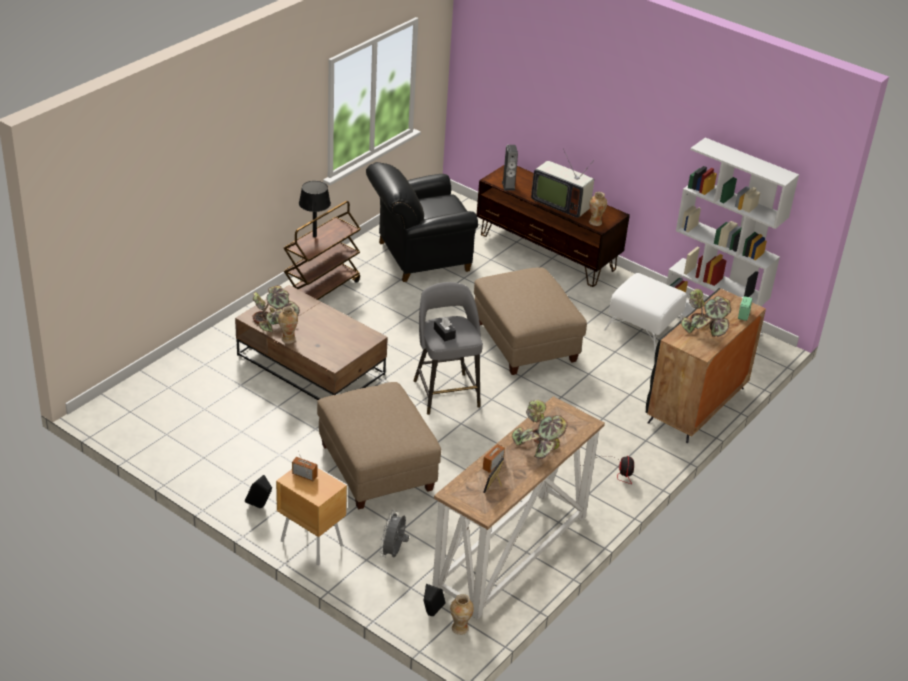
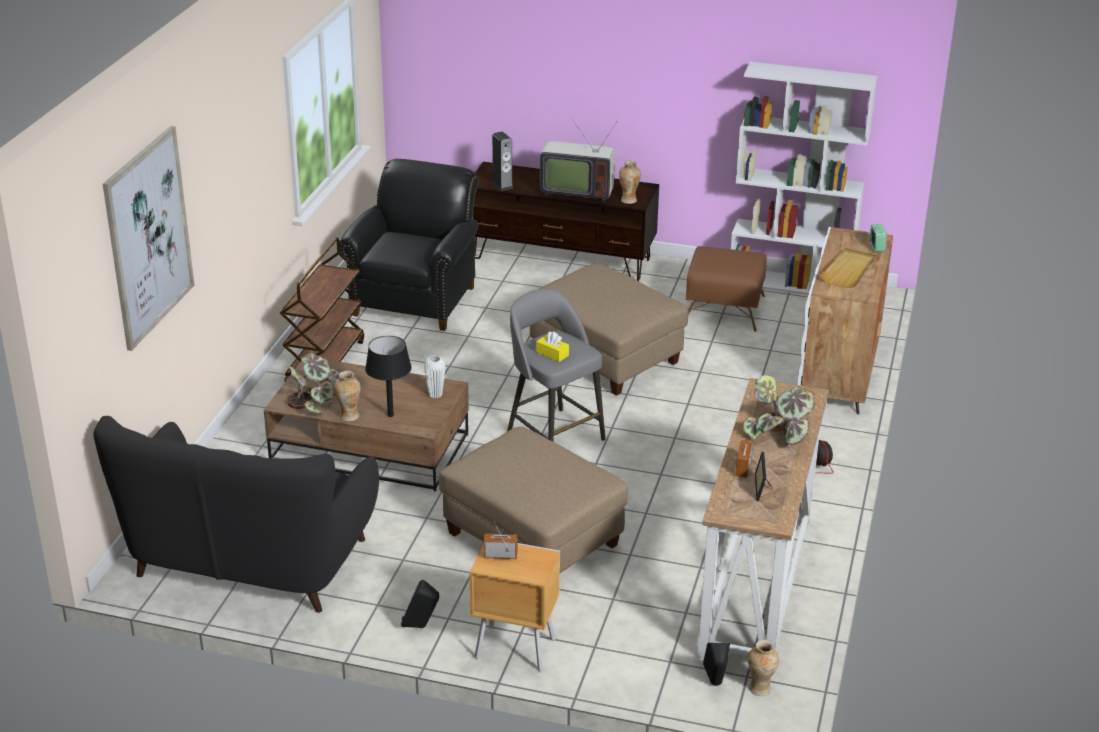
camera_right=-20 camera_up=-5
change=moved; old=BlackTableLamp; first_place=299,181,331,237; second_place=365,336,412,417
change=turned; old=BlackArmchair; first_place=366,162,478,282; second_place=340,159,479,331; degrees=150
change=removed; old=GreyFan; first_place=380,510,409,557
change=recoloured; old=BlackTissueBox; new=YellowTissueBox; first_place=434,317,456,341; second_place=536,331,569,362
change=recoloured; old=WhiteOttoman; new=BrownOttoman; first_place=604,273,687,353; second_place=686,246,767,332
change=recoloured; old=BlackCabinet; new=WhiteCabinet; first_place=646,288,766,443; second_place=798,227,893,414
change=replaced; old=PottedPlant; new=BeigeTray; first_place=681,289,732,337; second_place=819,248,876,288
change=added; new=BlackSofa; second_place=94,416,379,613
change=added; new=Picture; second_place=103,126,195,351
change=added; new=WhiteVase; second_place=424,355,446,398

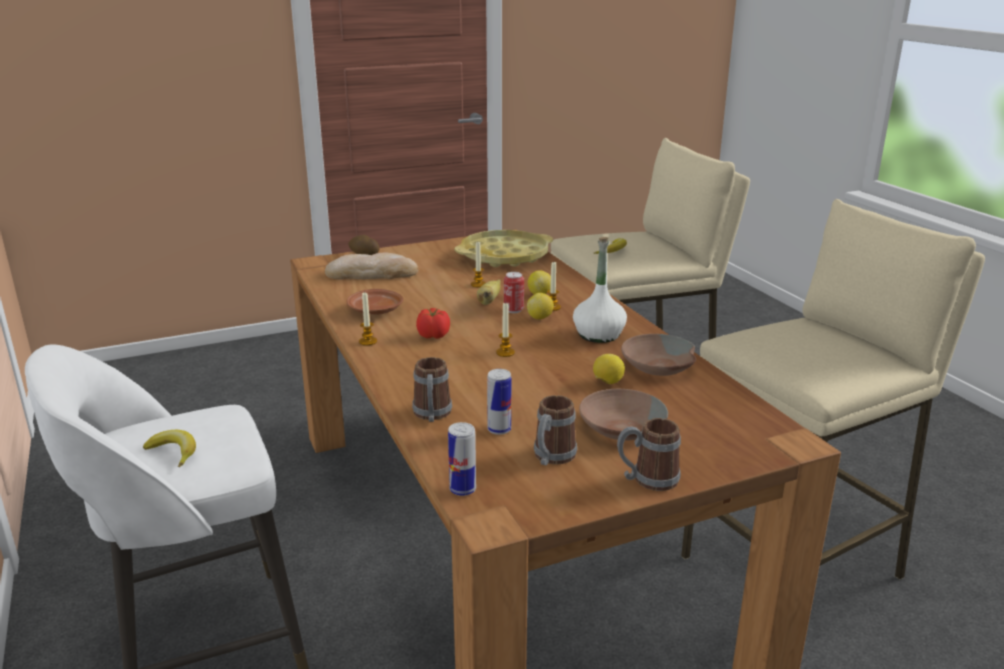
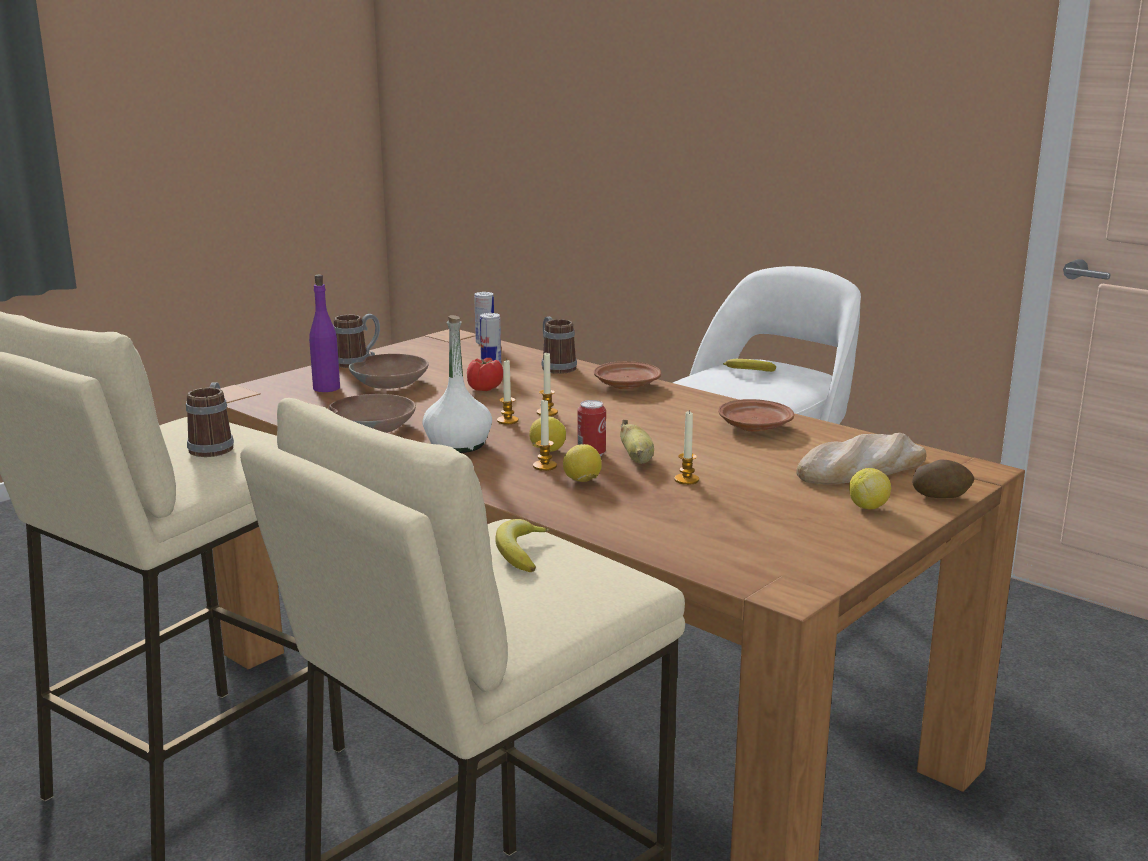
camera_right=155 camera_up=-5
change=moved; old=Candle; first_place=359,292,377,346; second_place=497,359,519,424
change=moved; old=Tomato; first_place=416,308,450,339; second_place=467,358,503,391
change=removed; old=YellowTray; first_place=454,230,553,267
change=moved; old=Mug; first_place=534,395,577,466; second_place=186,383,234,457
change=moved; old=Lemon; first_place=593,354,625,384; second_place=849,468,891,509
change=added; new=PurpleBottle; second_place=309,275,340,392
change=added; new=BrownPlate; second_place=594,361,661,389

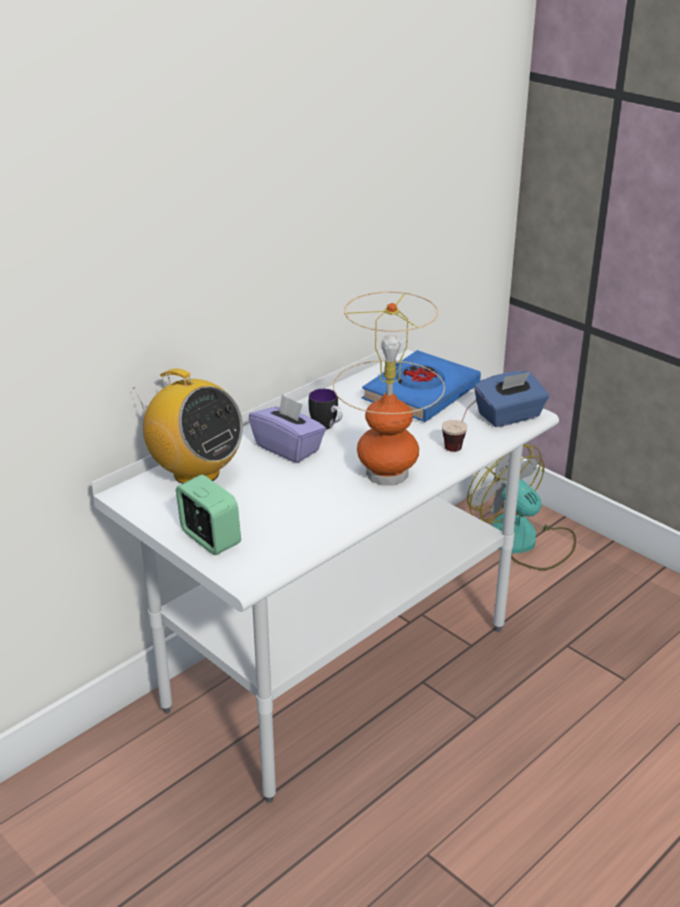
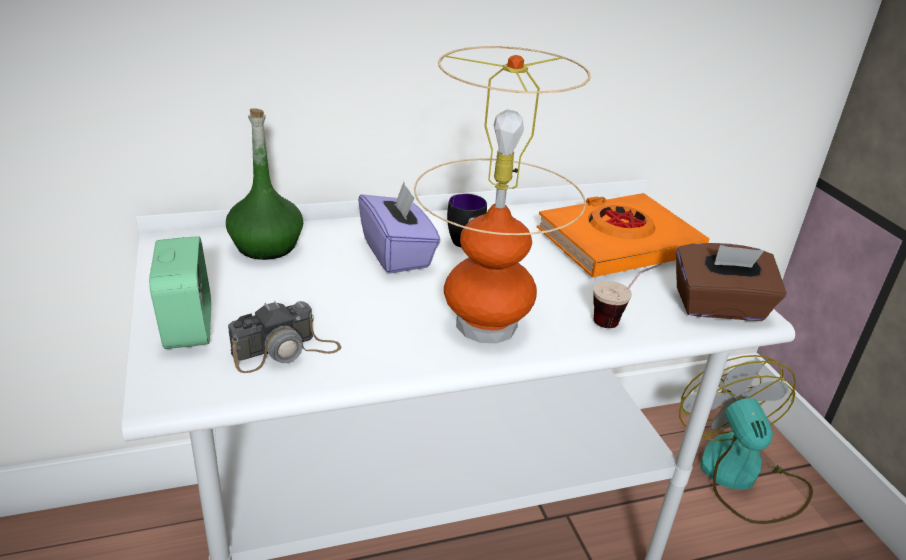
camera_right=25 camera_up=0
change=replaced; old=Radio; new=GreenBottle; first_place=134,369,243,484; second_place=226,108,303,260
change=recoloured; old=BlueBook; new=OrangeBook; first_place=362,350,481,422; second_place=537,193,709,277
change=recoloured; old=BlueTissueBox; new=BrownTissueBox; first_place=474,371,549,427; second_place=676,243,786,321
change=added; new=PhotoCamera; second_place=228,300,341,373

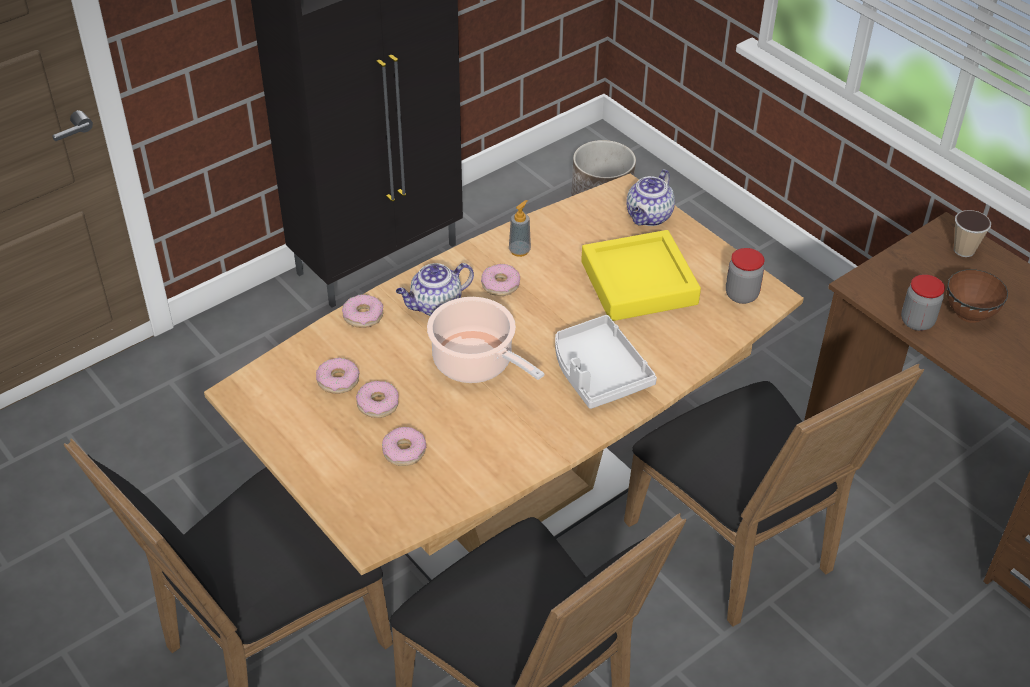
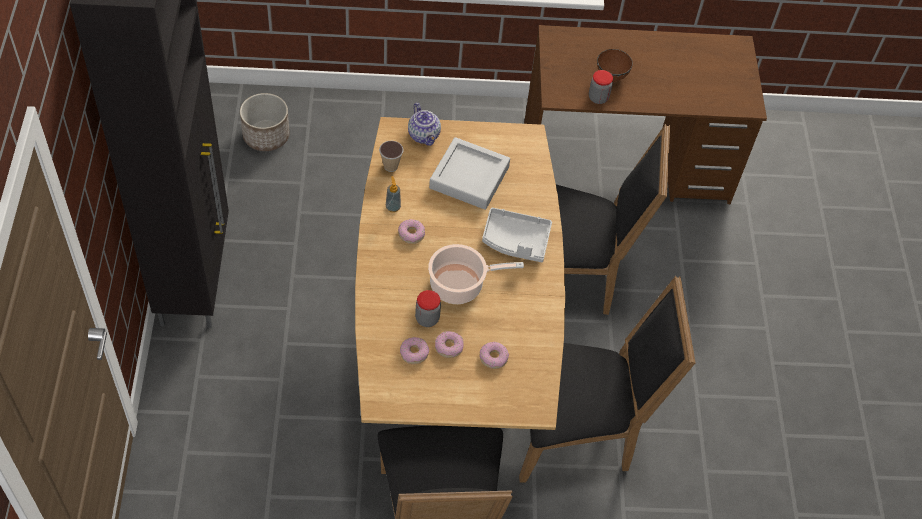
camera_right=-55 camera_up=10
change=removed; old=Donut; first_place=342,294,383,328
change=removed; old=Teapot; first_place=396,263,474,316
change=recoloured; old=YellowTray; new=GreyTray; first_place=581,230,701,321; second_place=429,137,510,210
change=moved; old=Jar; first_place=726,248,764,304; second_place=415,290,441,327
change=moved; old=Cup; first_place=954,210,991,257; second_place=379,140,404,172

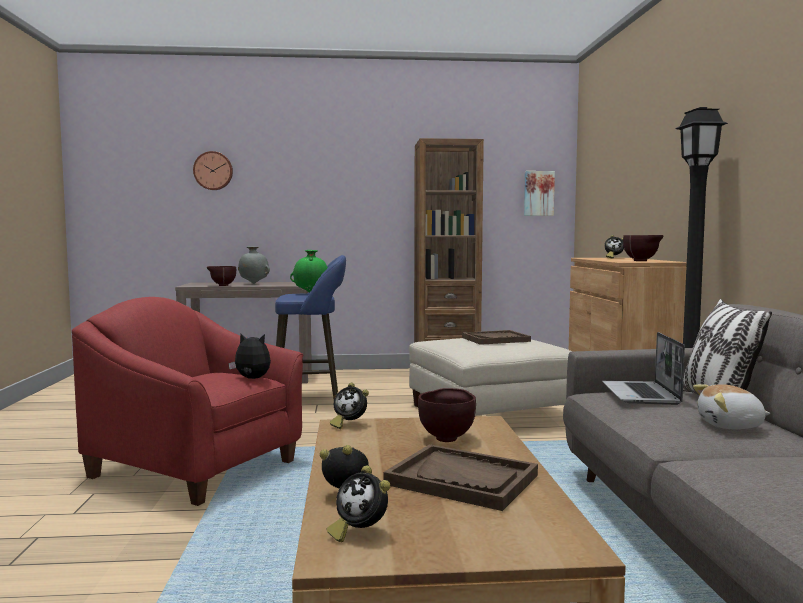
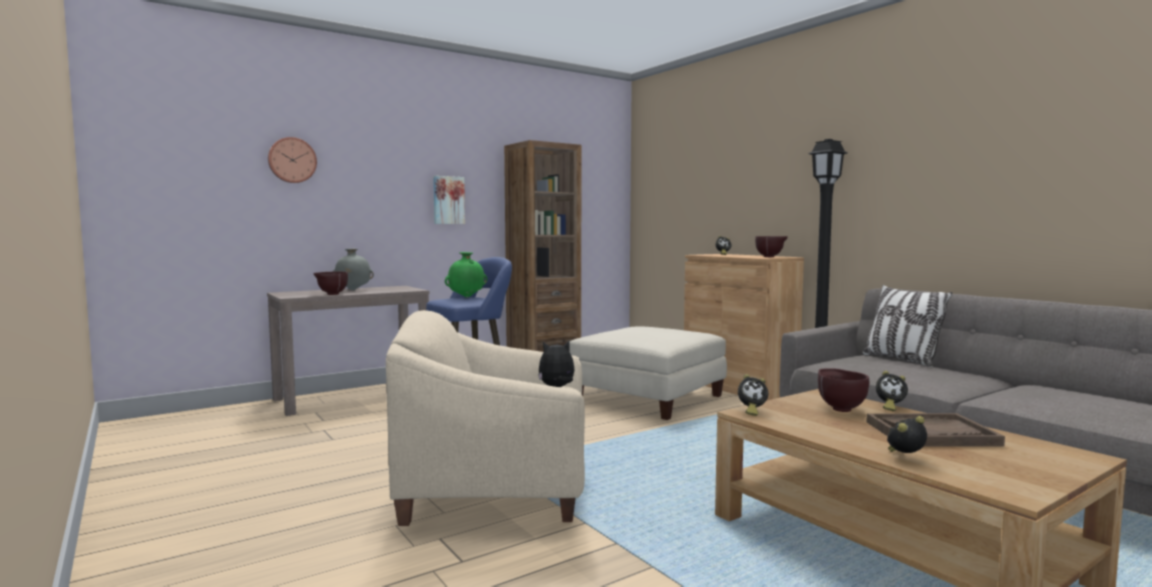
camera_right=-30 camera_up=0
change=recoloured; old=RedArmchair; new=BeigeArmchair; first_place=72,297,303,506; second_place=386,310,585,526
change=moved; old=AlarmClock; first_place=327,465,390,542; second_place=876,371,908,411
change=removed; old=BrownTray; first_place=462,330,531,345
change=moved; old=Picture; first_place=524,171,555,216; second_place=433,176,465,224
change=removed; old=Laptop; first_place=602,332,685,405
change=removed; old=PlushToy; first_place=693,384,770,429

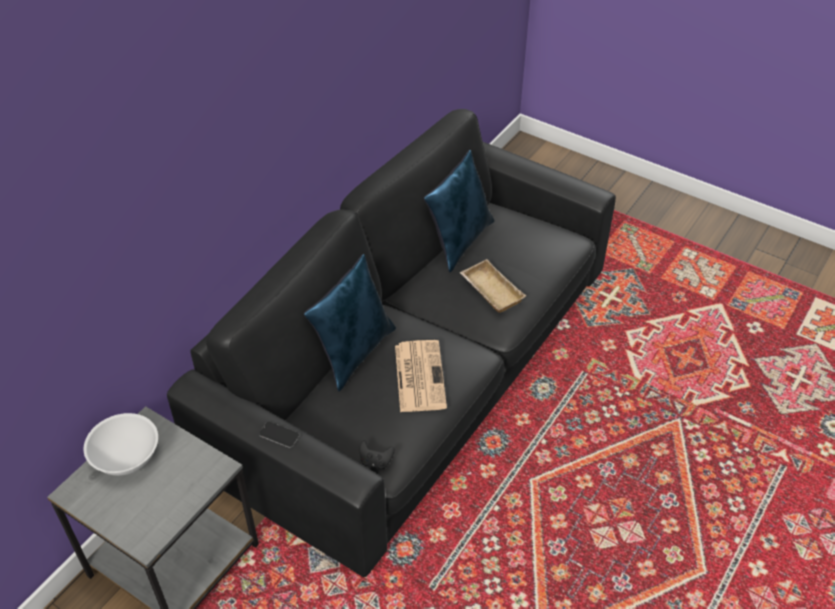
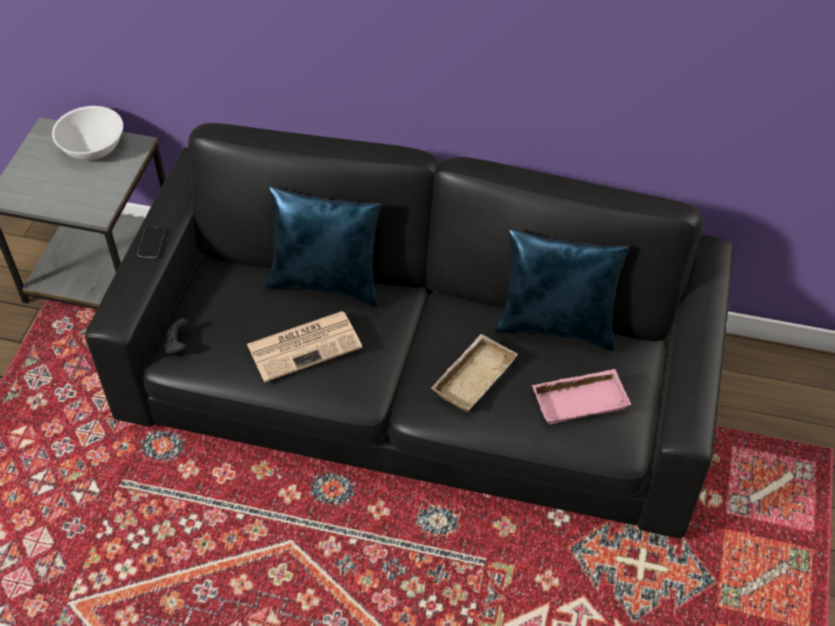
camera_right=70 camera_up=5
change=added; new=PinkTray; second_place=532,369,631,424

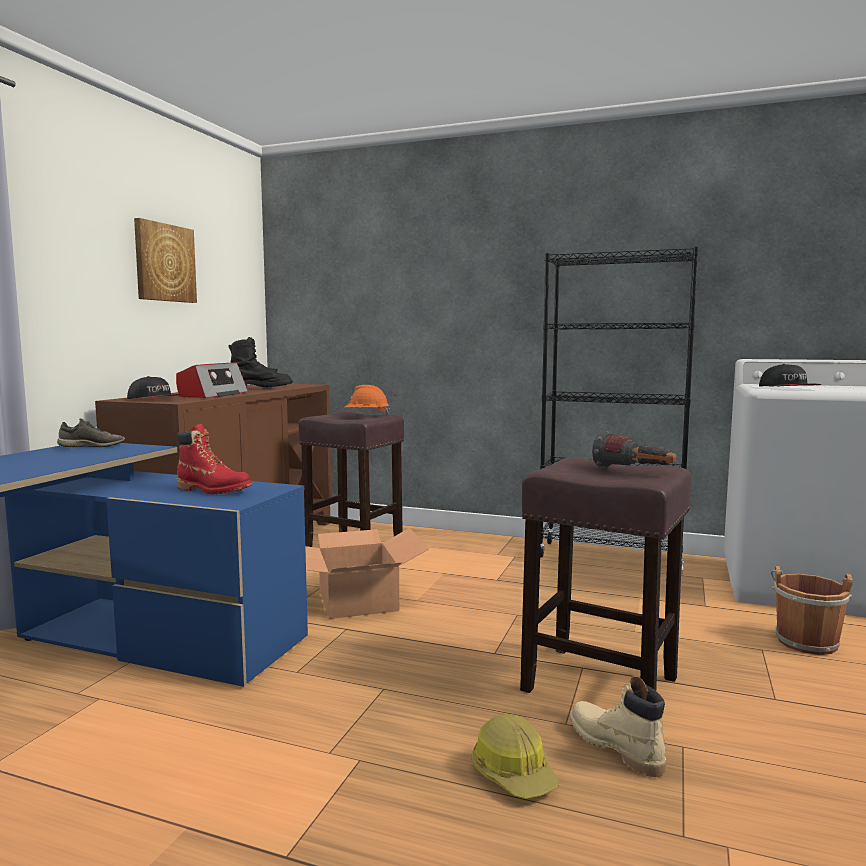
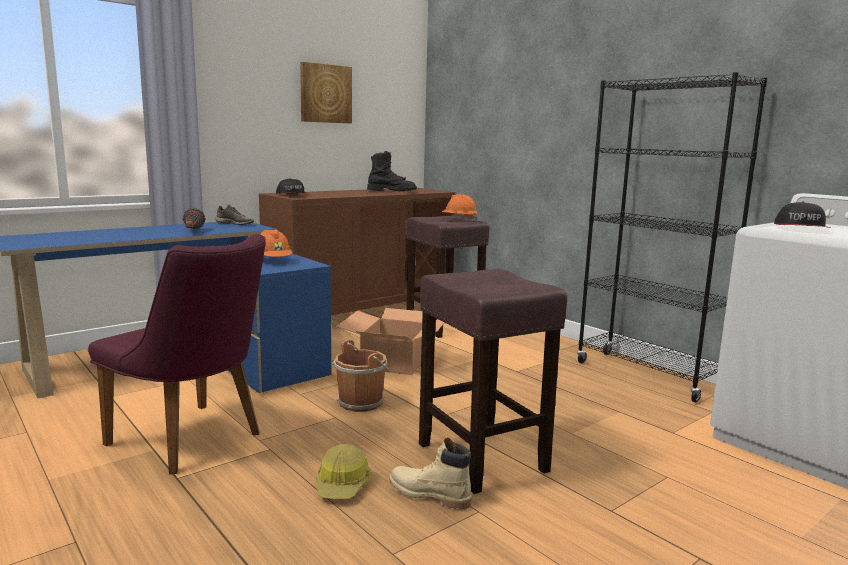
camera_right=30 camera_up=5
change=removed; old=Radio; first_place=176,362,248,398
change=replaced; old=RedBoot; new=OrangeHardHat; first_place=177,424,252,494; second_place=260,229,292,258
change=turned; old=BeigeBoot; first_place=570,676,666,777; second_place=389,438,472,510; degrees=-60
change=moved; old=Flashlight; first_place=592,431,677,468; second_place=182,208,206,230
change=moved; old=BrownBucket; first_place=771,566,853,655; second_place=332,339,391,412
change=added; new=PurpleChair; second_place=88,234,266,474

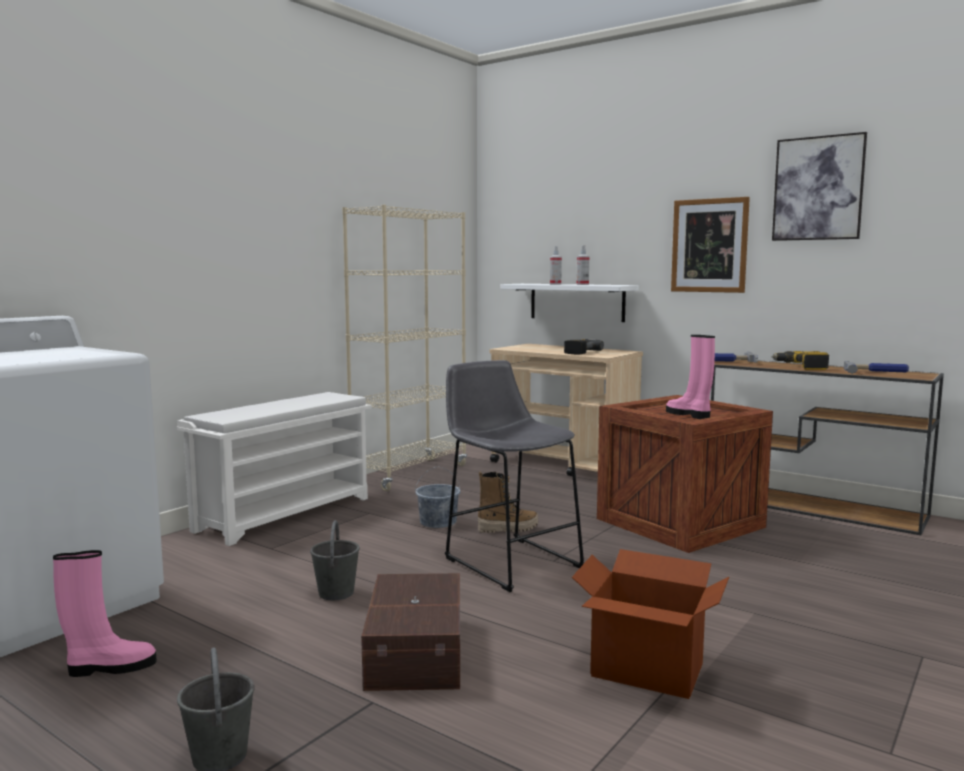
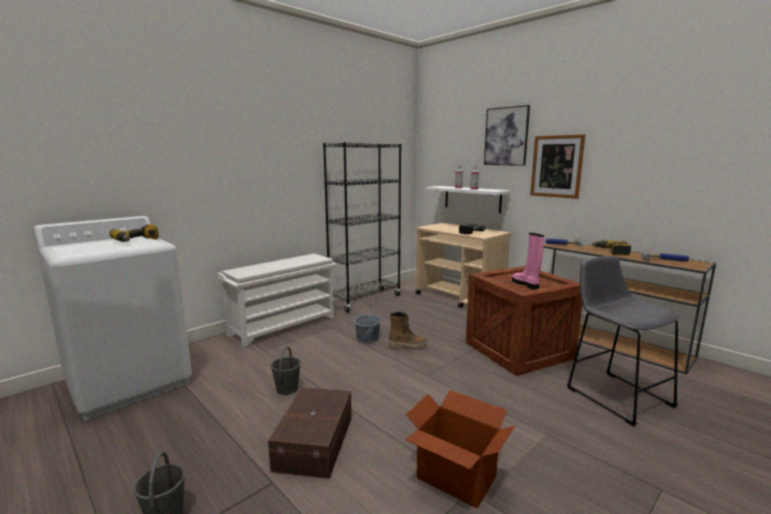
camera_right=10 camera_up=5
change=removed; old=PinkBoot; first_place=53,550,157,677
change=recoloured; old=BeigeBookcase; new=BlackBookcase; first_place=342,205,467,491; second_place=323,142,401,313
change=moved; old=GreyStool; first_place=445,360,585,592; second_place=567,256,679,427
change=moved; old=Picture; first_place=772,132,867,241; second_place=484,105,530,166
change=added; new=PowerDrill; second_place=109,224,159,242

